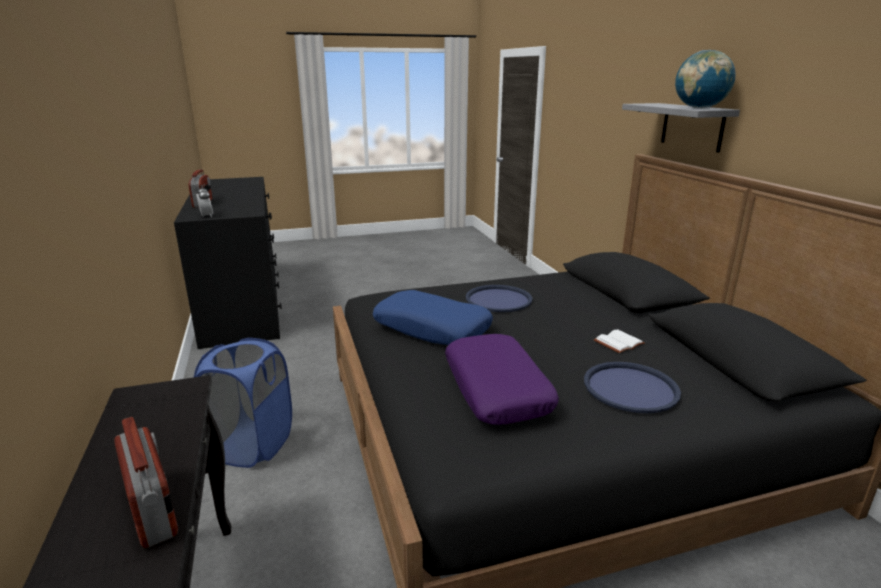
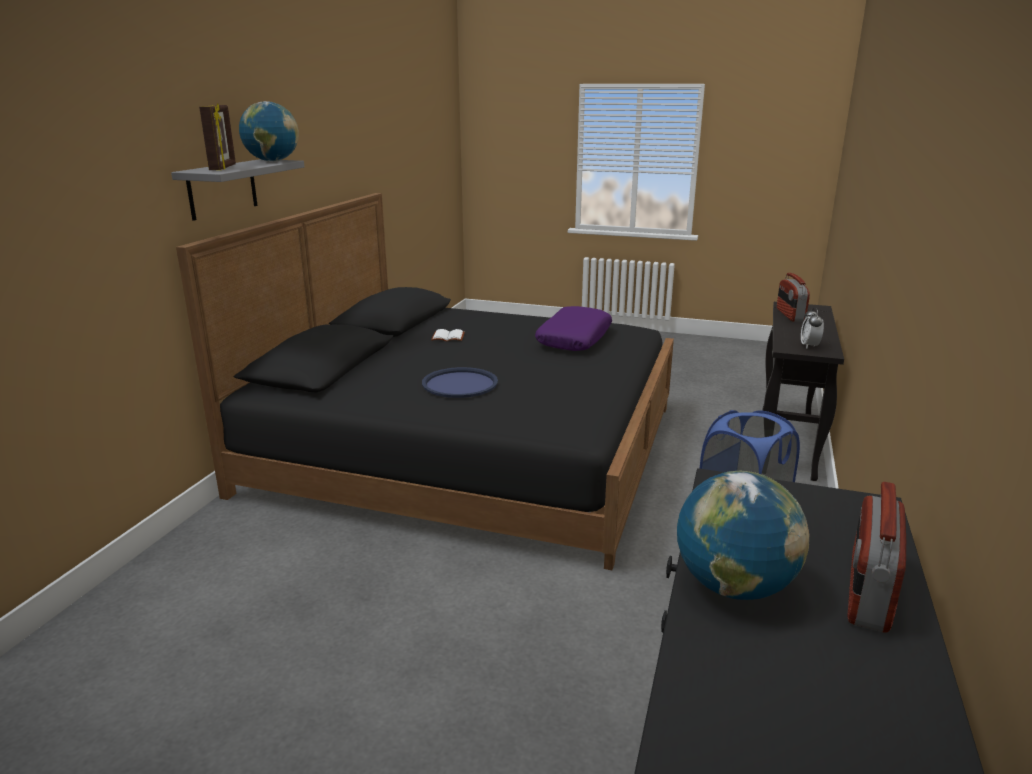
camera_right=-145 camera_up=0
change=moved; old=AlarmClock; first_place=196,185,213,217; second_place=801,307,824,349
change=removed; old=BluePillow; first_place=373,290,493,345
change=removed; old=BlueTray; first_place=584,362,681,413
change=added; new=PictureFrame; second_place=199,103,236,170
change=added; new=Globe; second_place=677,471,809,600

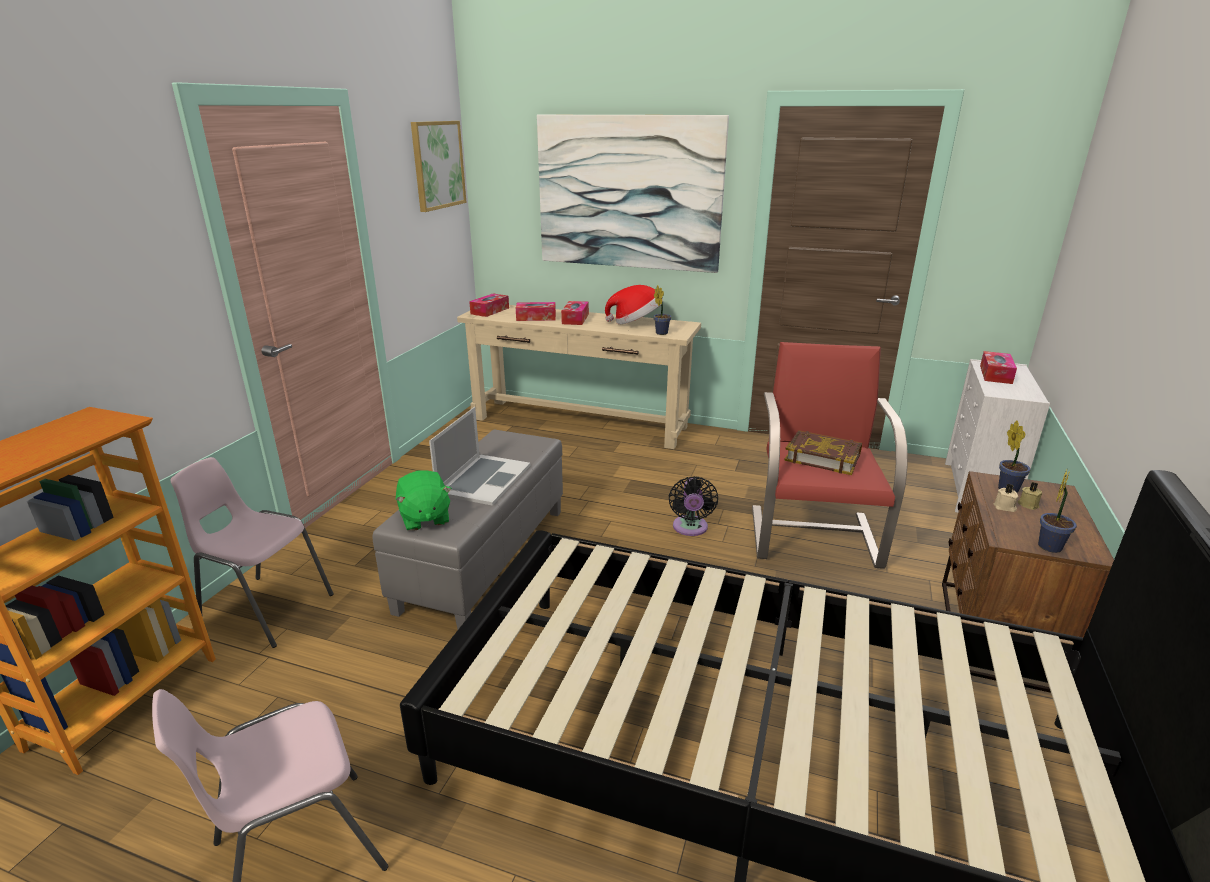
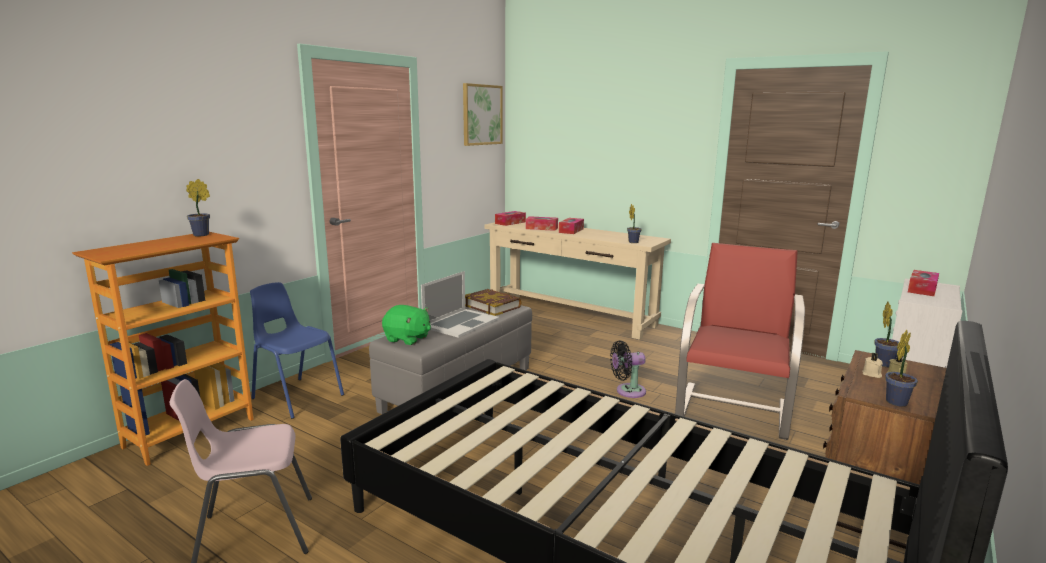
camera_right=15 camera_up=-10
change=recoloured; old=PinkChair; new=BlueChair; first_place=171,457,334,648; second_place=250,282,344,419
change=turned; old=GreenPlushToy; first_place=395,470,452,531; second_place=382,305,431,345; degrees=-60
change=removed; old=Picture; first_place=537,114,729,273
change=removed; old=Hat; first_place=605,285,663,324
change=turned; old=BlackFan; first_place=669,476,718,536; second_place=610,340,646,398; degrees=60
change=moved; old=Book; first_place=784,430,862,475; second_place=465,289,522,316
change=added; new=PottedPlant; second_place=186,179,210,236

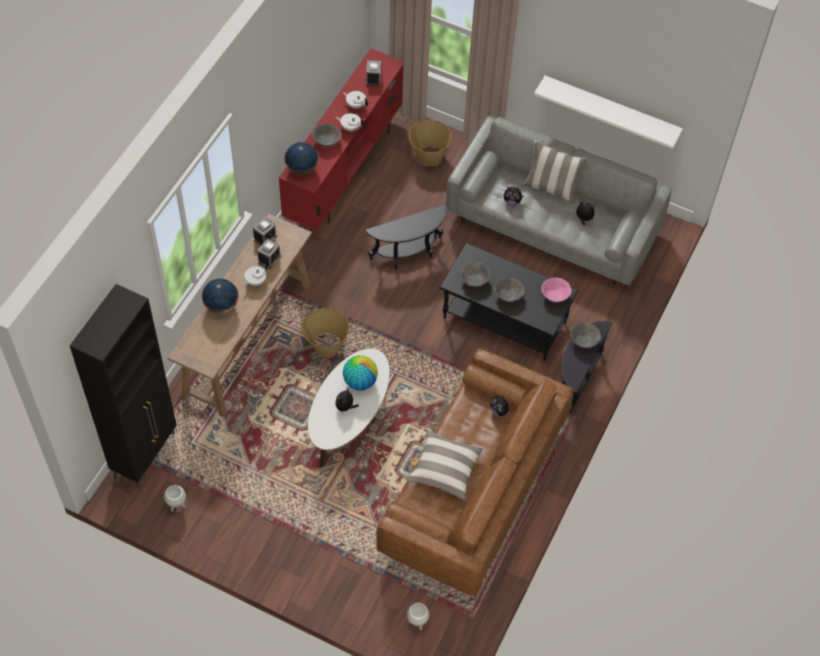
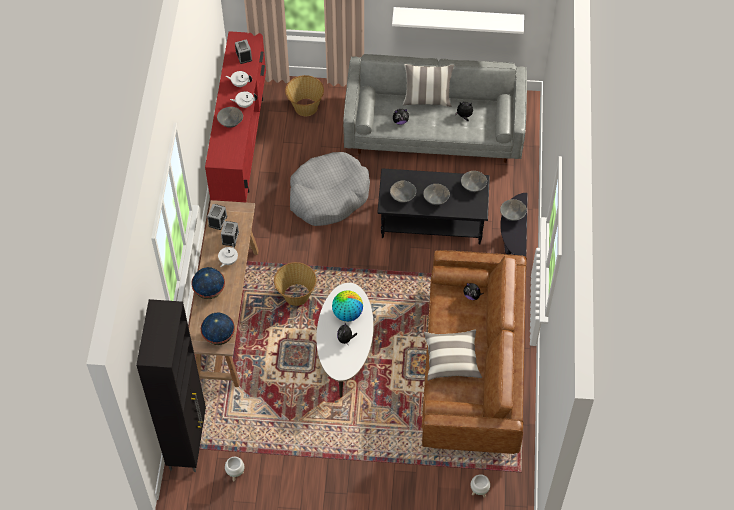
camera_right=-20 camera_up=0
change=moved; old=Globe; first_place=284,142,319,176; second_place=201,313,235,345
change=replaced; old=BlackSideTable; new=GreyDogBed; first_place=366,204,448,269; second_place=290,152,370,226
change=recoloured; old=PinkBowl; new=GreyBowl; first_place=541,278,572,302; second_place=461,171,487,192

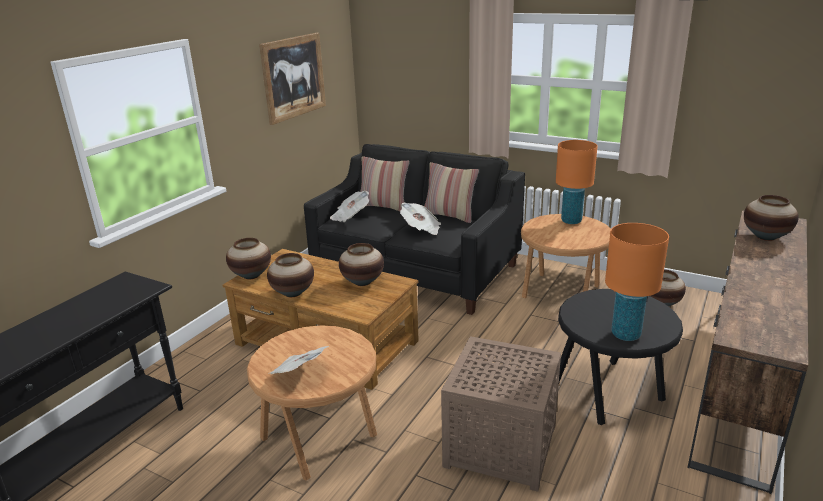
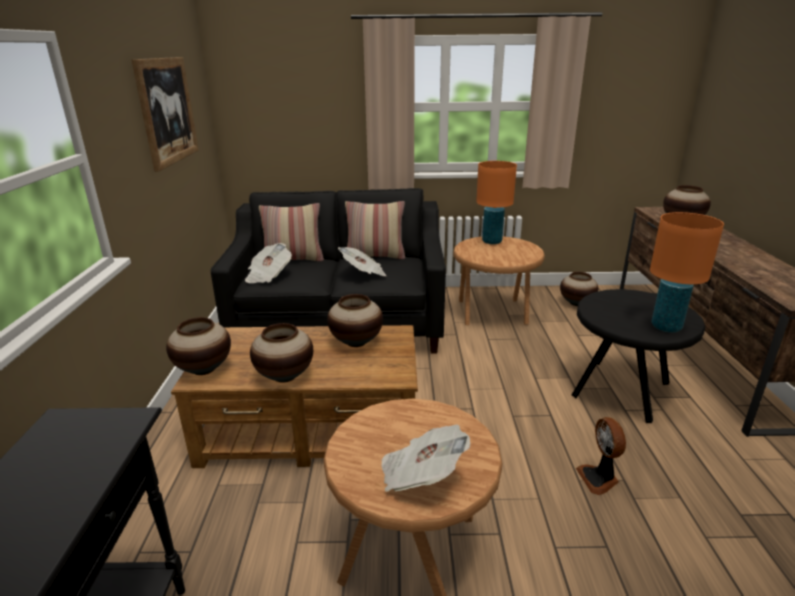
camera_right=-30 camera_up=0
change=replaced; old=BrownSideTable; new=Fan; first_place=441,336,561,492; second_place=576,417,626,495

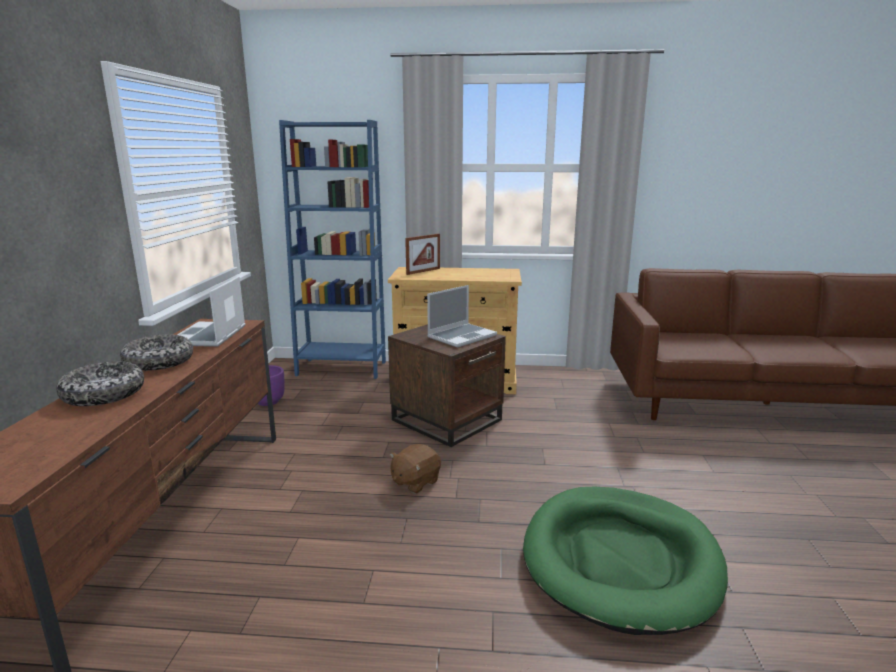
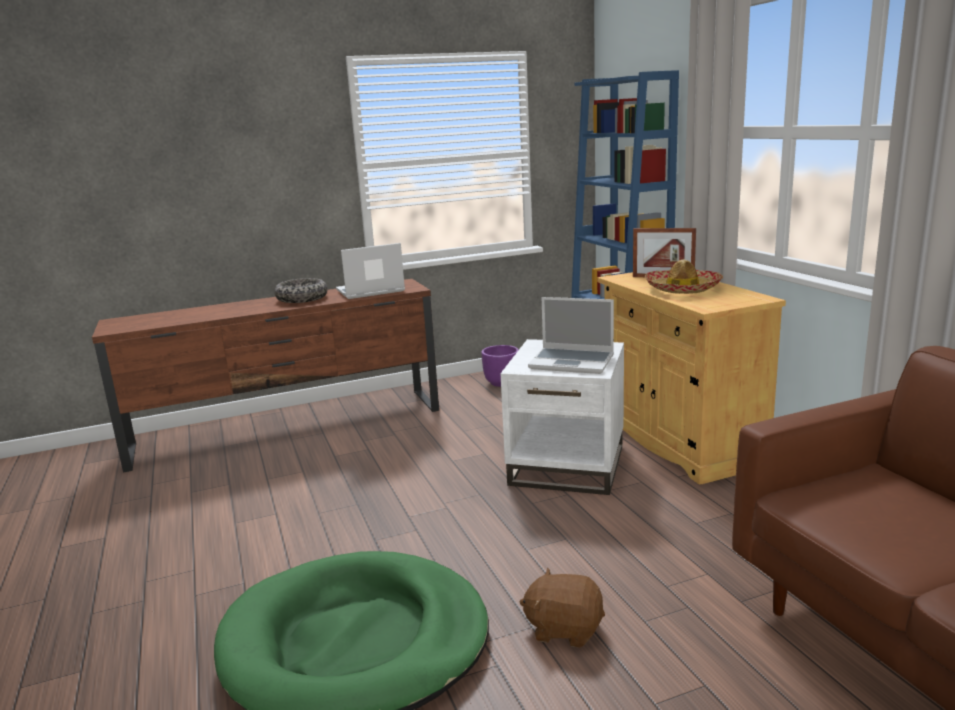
camera_right=65 camera_up=0
change=removed; old=Bowl; first_place=56,361,144,406
change=recoloured; old=BrownSideTable; new=WhiteSideTable; first_place=388,324,506,447; second_place=501,339,624,495
change=moved; old=BrownPlushToy; first_place=390,444,441,494; second_place=520,568,605,648
change=added; new=Hat; second_place=645,259,723,294

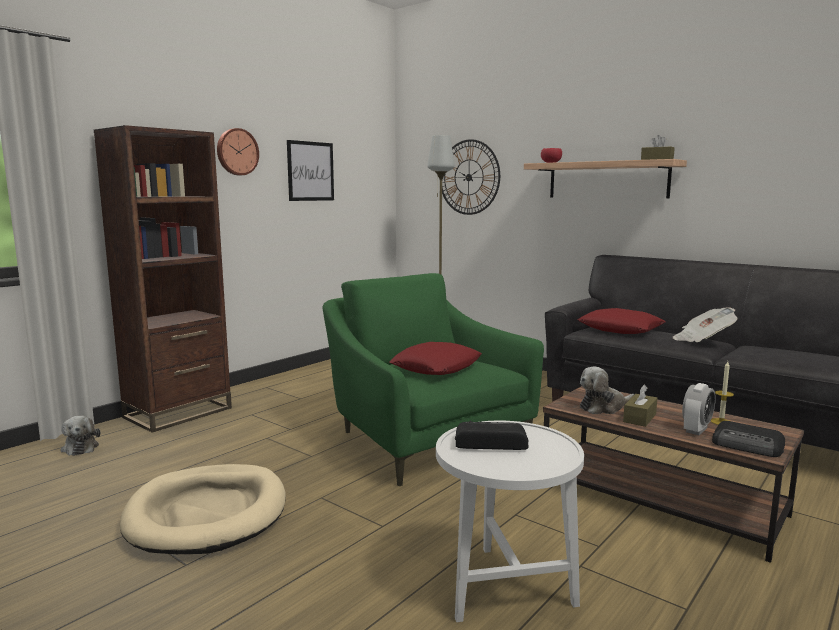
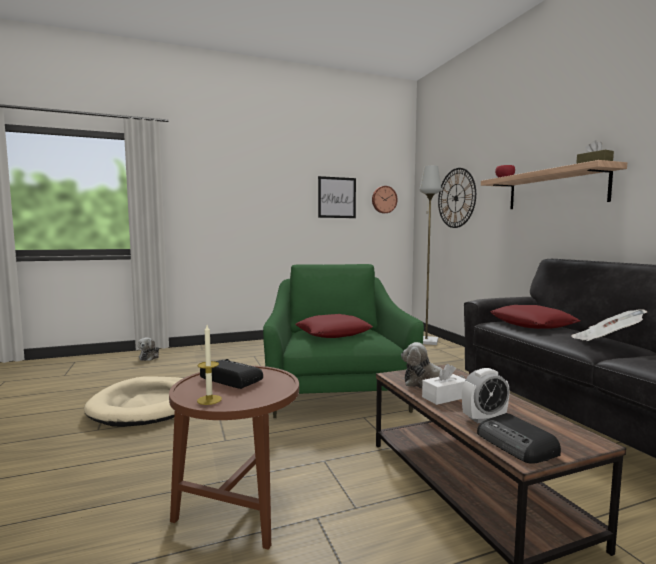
camera_right=30 camera_up=-5
change=removed; old=BrownBookcase; first_place=94,125,232,433
change=moved; old=WallClock; first_place=217,128,259,175; second_place=372,186,398,213
change=recoloured; old=WhiteSideTable; new=BrownSideTable; first_place=436,421,584,622; second_place=169,365,299,550
change=recoloured; old=BrownTissueBox; new=WhiteTissueBox; first_place=623,385,657,427; second_place=422,364,466,405
change=moved; old=Candle; first_place=711,361,734,425; second_place=197,325,222,405

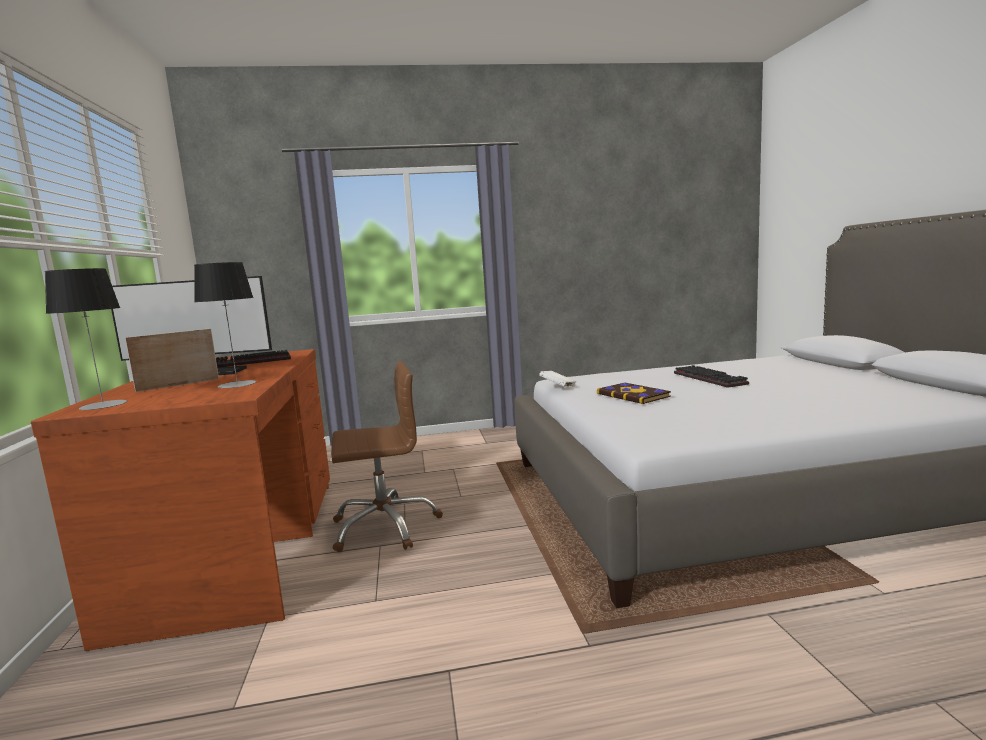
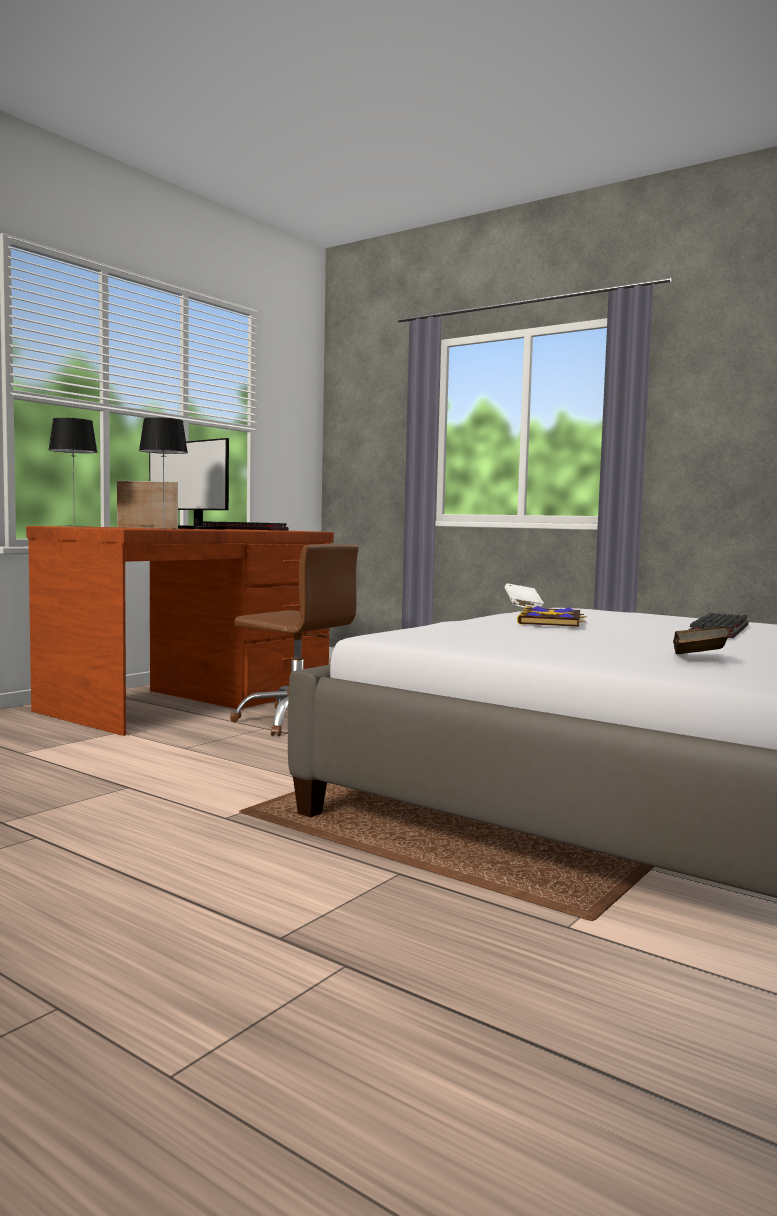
camera_right=45 camera_up=-5
change=added; new=BrownBook; second_place=673,626,729,654

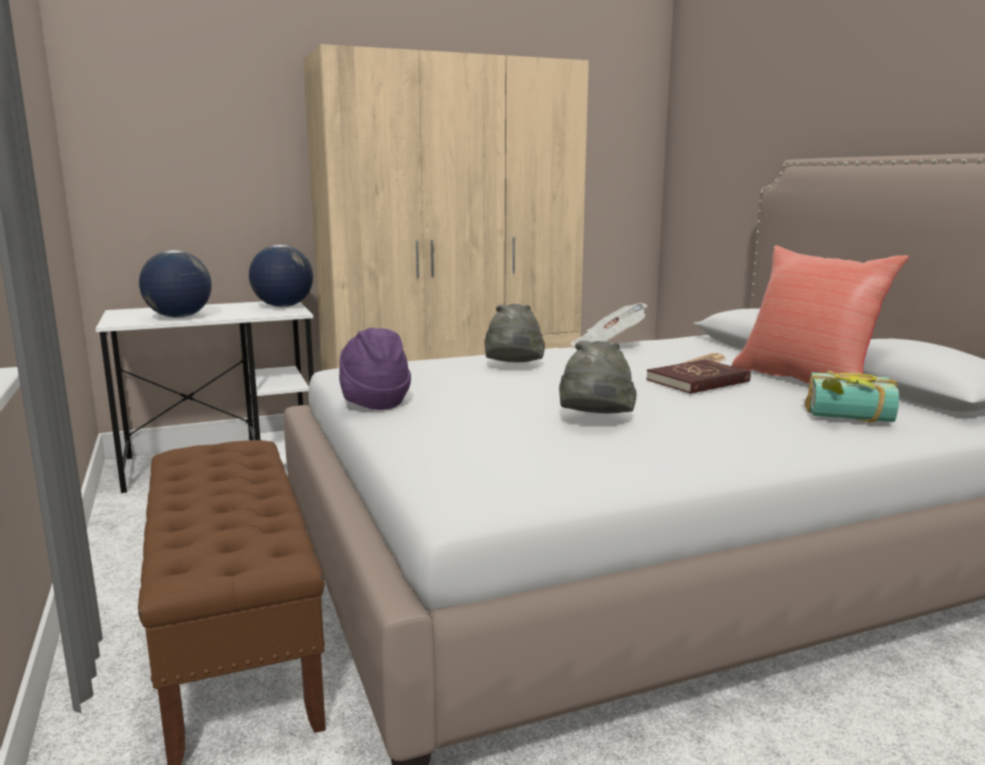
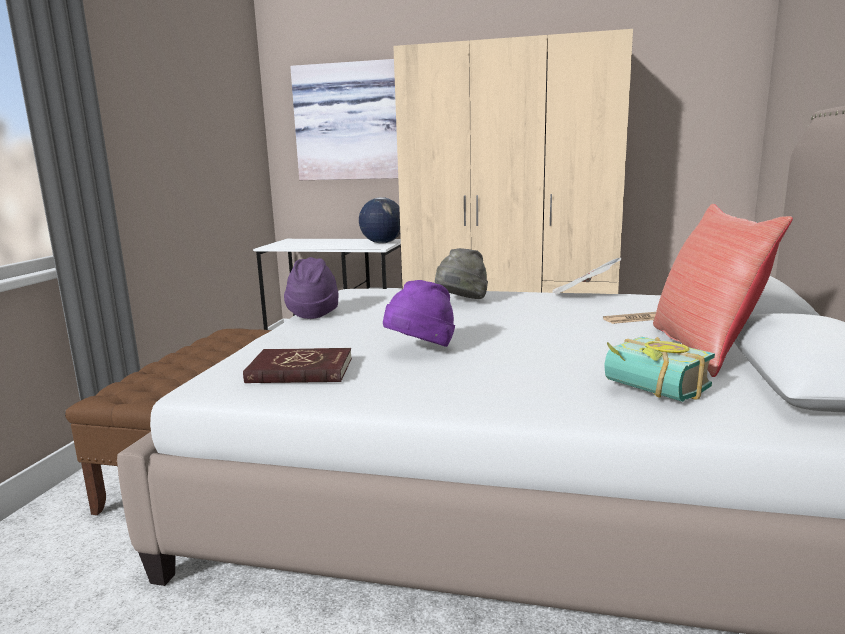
camera_right=35 camera_up=0
change=removed; old=Globe; first_place=139,250,212,318
change=recoloured; old=GreyHat; new=PurpleHat; first_place=559,341,637,413; second_place=383,280,455,347
change=moved; old=RedBook; first_place=646,359,751,394; second_place=243,348,352,383
change=added; new=Picture; second_place=290,59,398,180

